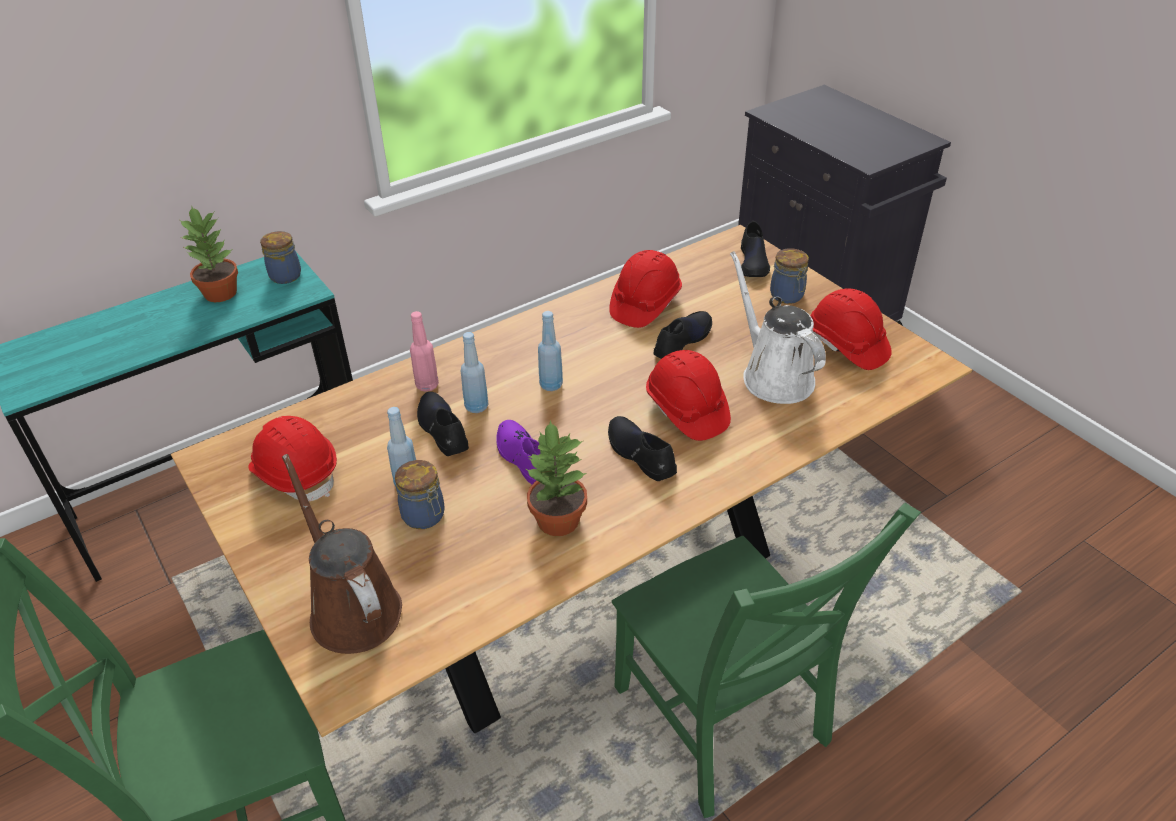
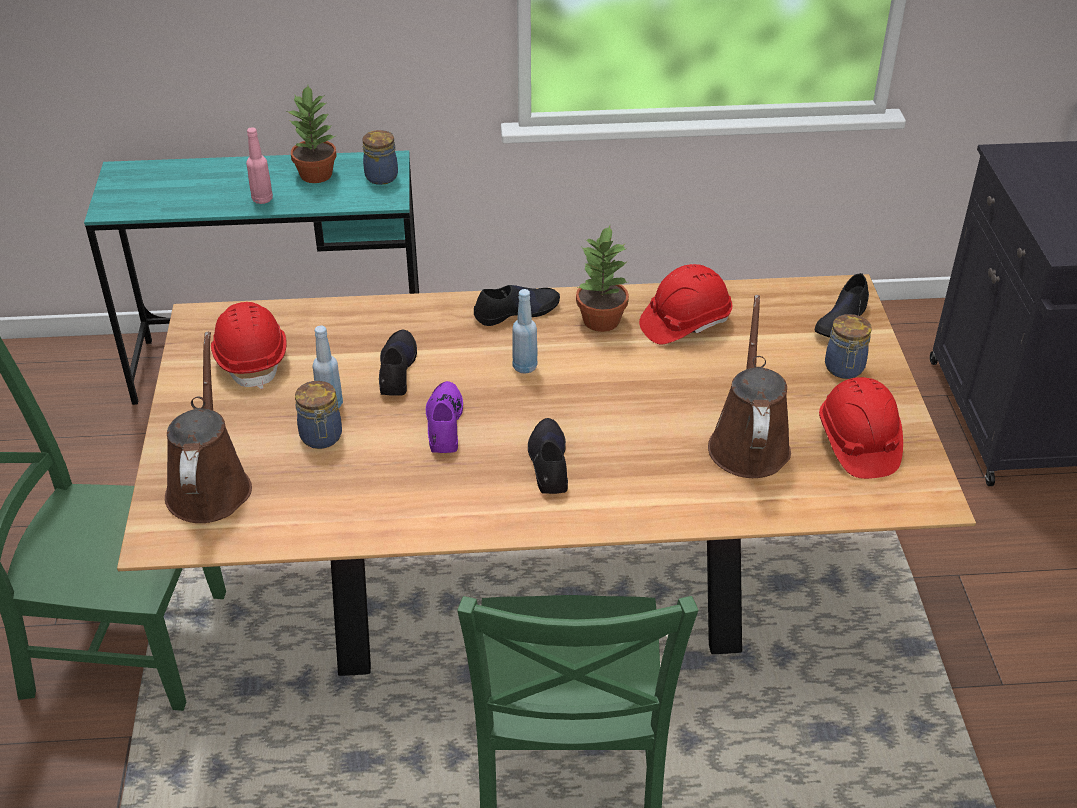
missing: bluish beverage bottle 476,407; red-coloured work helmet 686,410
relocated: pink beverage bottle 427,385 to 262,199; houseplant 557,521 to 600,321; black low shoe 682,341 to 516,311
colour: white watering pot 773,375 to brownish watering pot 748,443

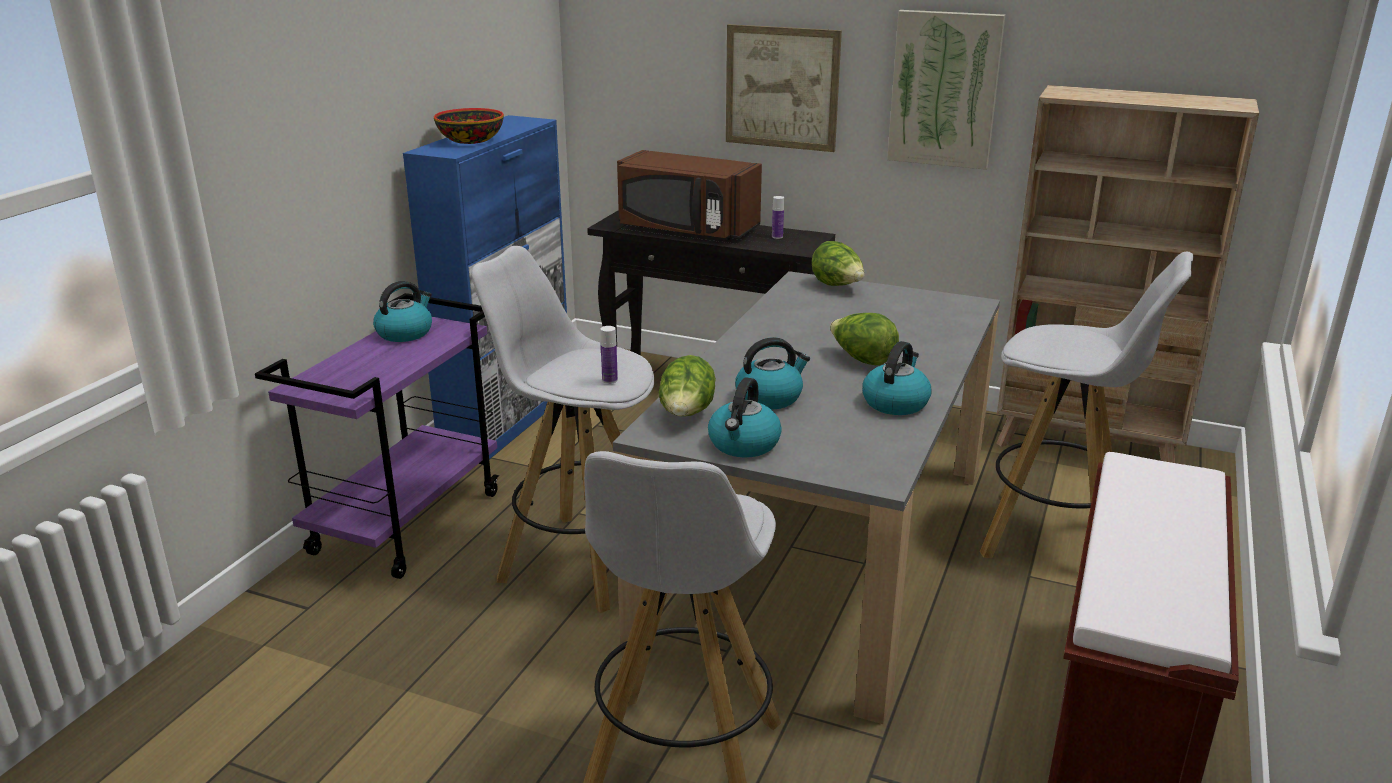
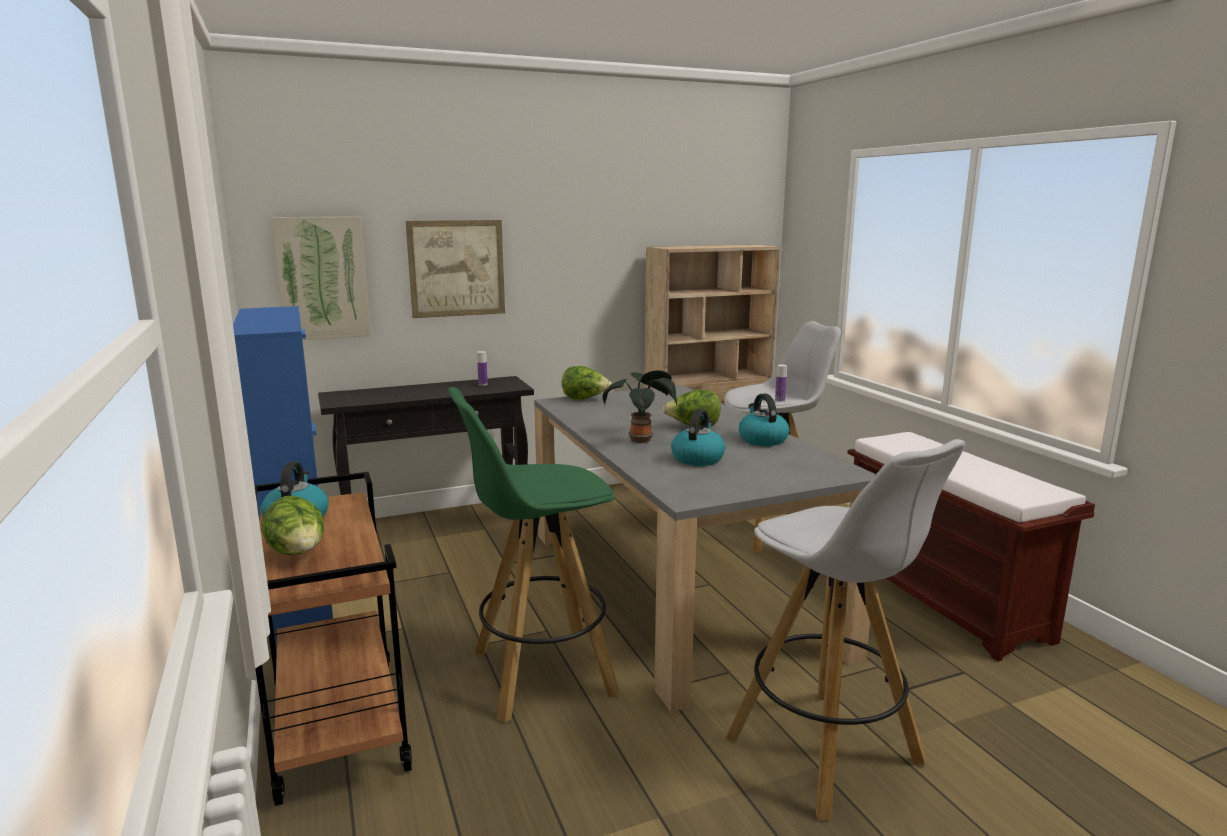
missing: serving bowl 470,140; brownish microwave oven 686,229; kettle 744,444
appeared: houseplant 642,440
relocated: beverage bottle 609,380 to 780,400; head of lettuce 687,415 to 298,554; wall picture 944,89 to 322,278
colour: purple wheeled cart 407,522 to brownish wheeled cart 337,725; white sitting stool 580,561 to greenish sitting stool 540,674

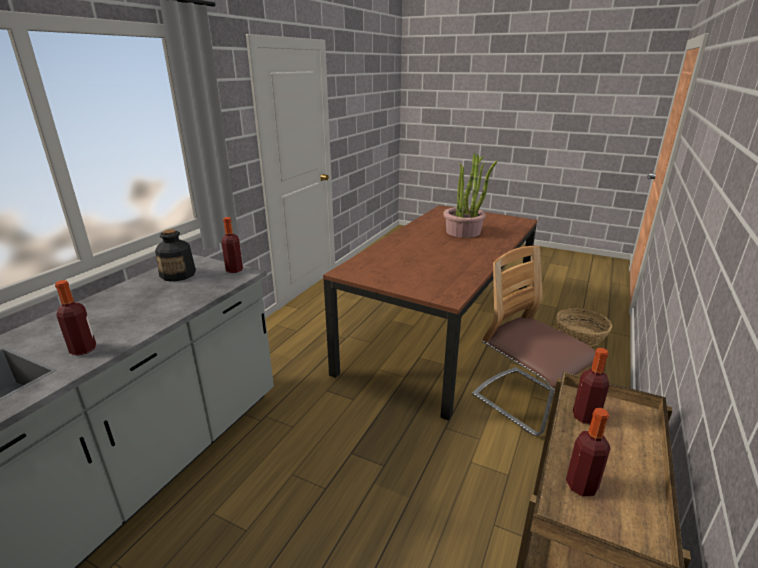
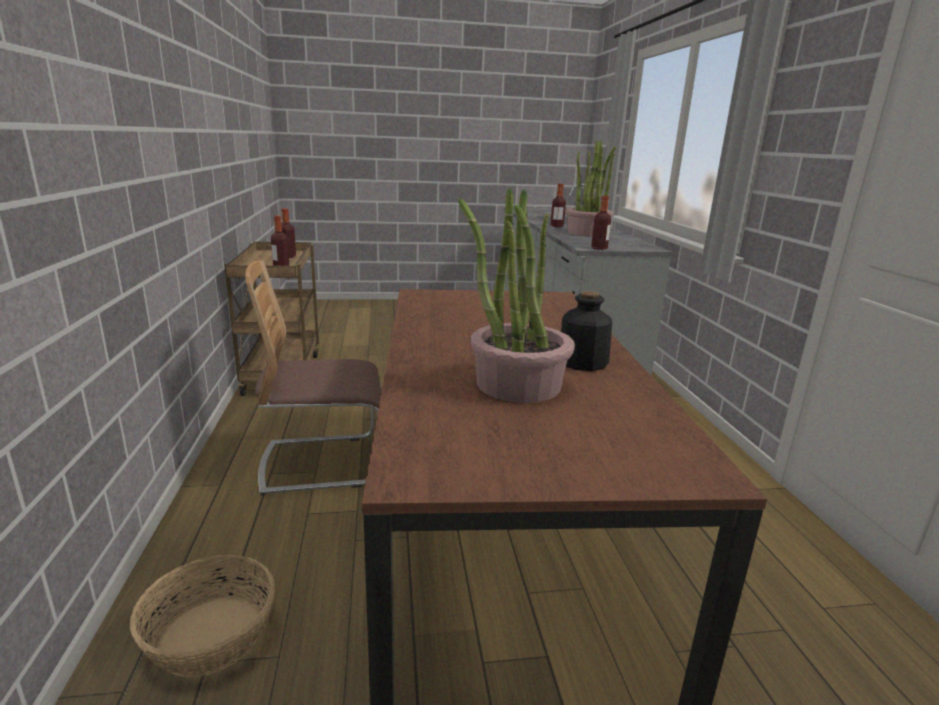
appeared: houseplant 587,233
relocated: beverage bottle 178,274 to 582,362
spun: plain chair 526,401 = 322,463 150 degrees clockwise

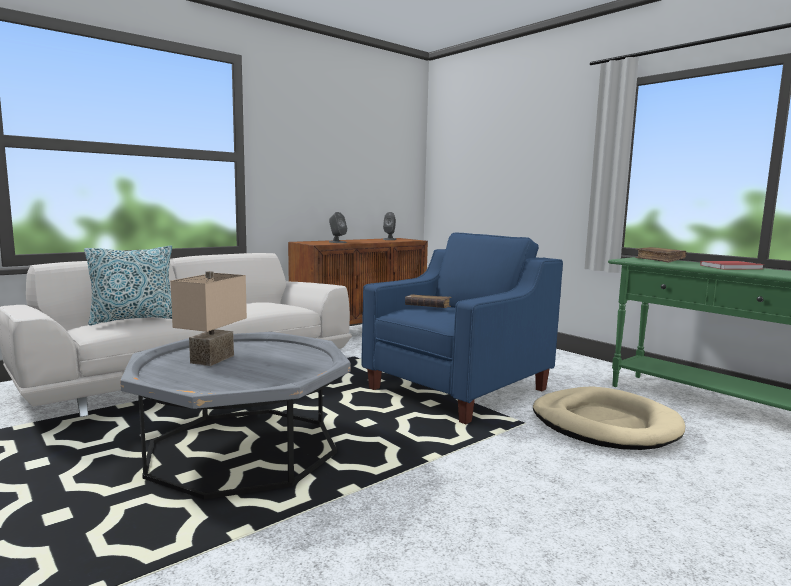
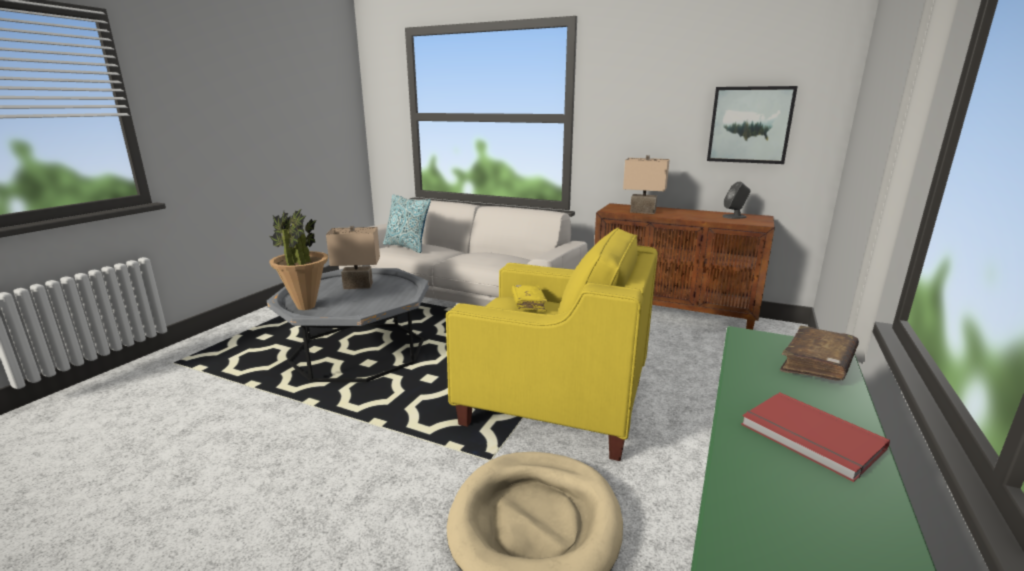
appeared: houseplant 305,307; wall picture 750,125
exchanged: gray speaker 337,242 to beige-coloured lamp for a table 643,211
colour: bluish armchair 458,389 to yellow-coloured armchair 554,403; brownish volume 427,307 to yellow-coloured volume 528,303

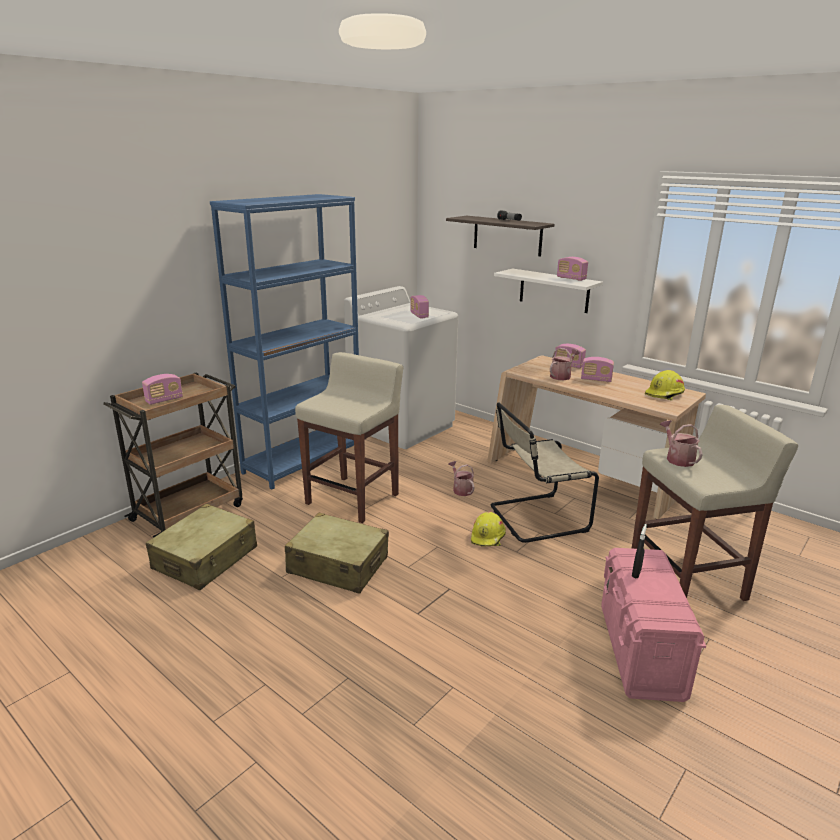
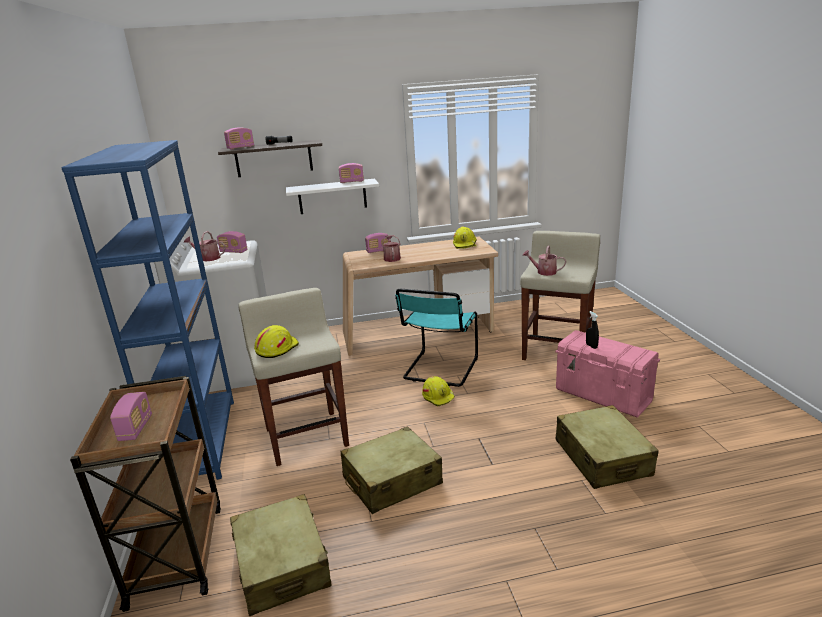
appeared: yellow-coloured work helmet 276,348; beige-coloured piece of luggage 602,458
relocated: watering pot 461,489 to 208,258; radio receiver 596,380 to 240,148
colour: beige-coloured plain chair 535,518 to turquoise-coloured plain chair 440,370

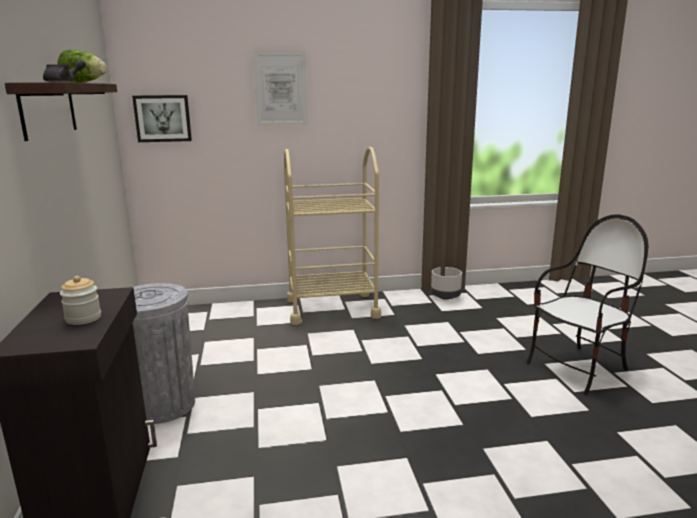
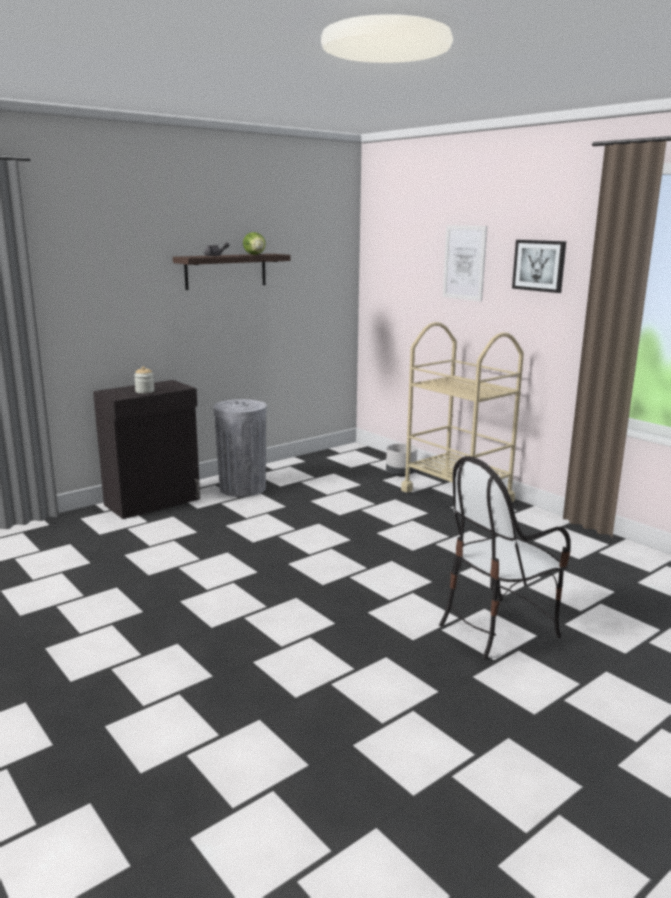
relocated: wall picture 163,118 to 539,265; gray planter 445,297 to 400,474
spun: plain chair 578,369 = 497,628 120 degrees clockwise

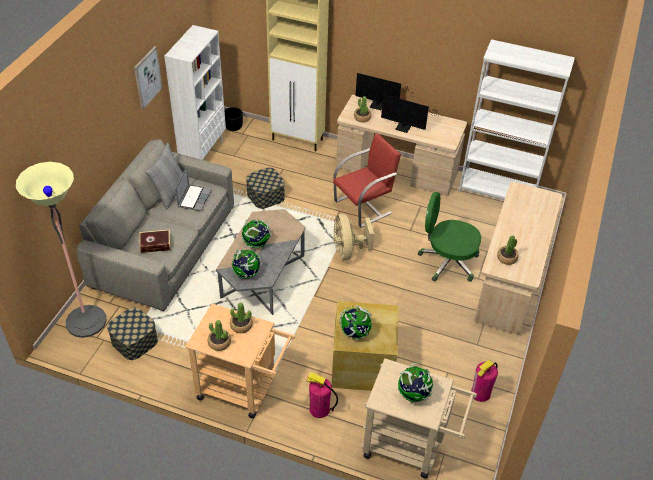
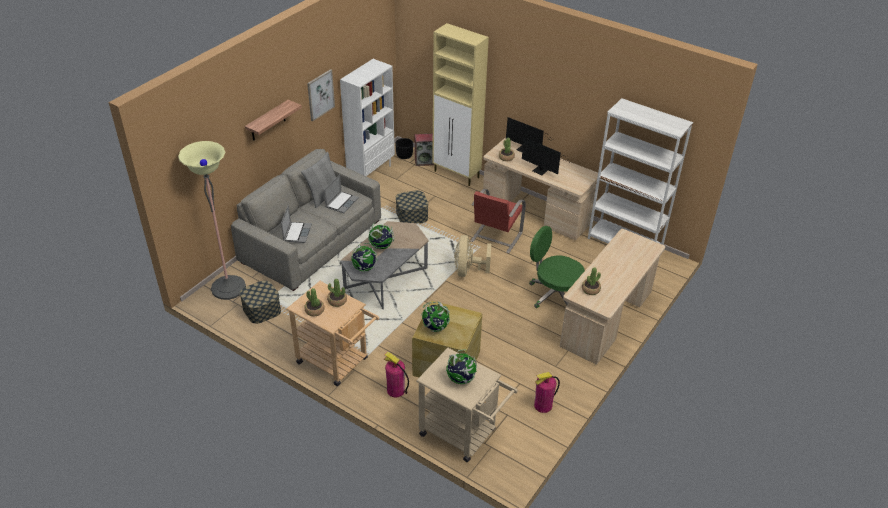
appeared: wall shelf 268,121; speaker 424,161
exchanged: volume 155,244 to laptop 297,233
spun: red-coloured plain chair 364,207 = 495,237 135 degrees clockwise

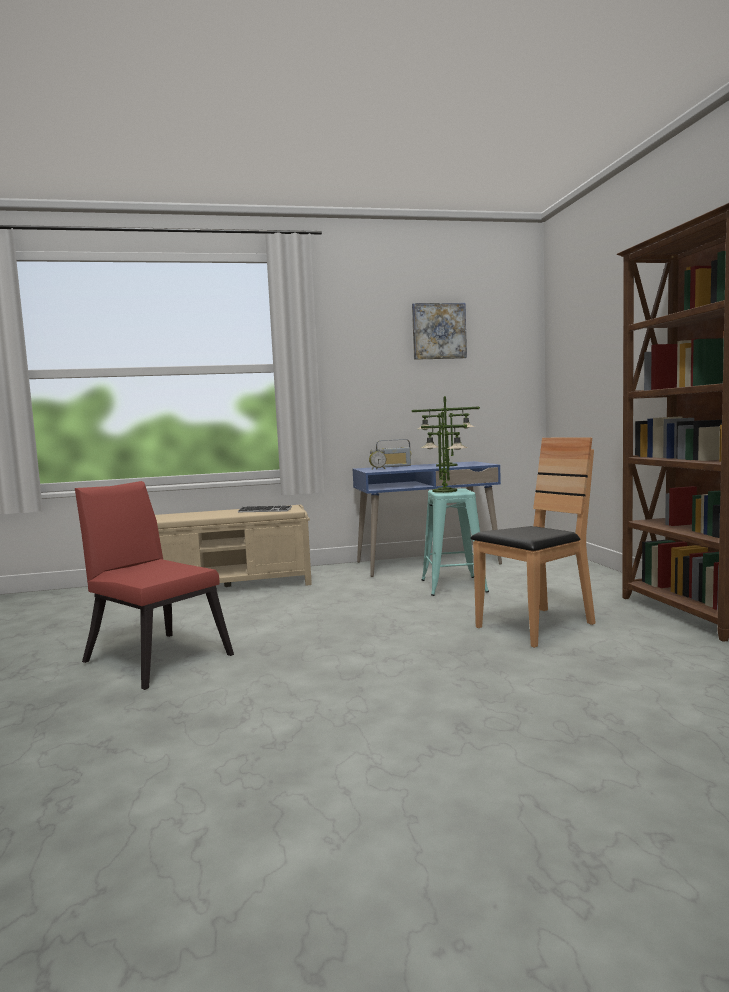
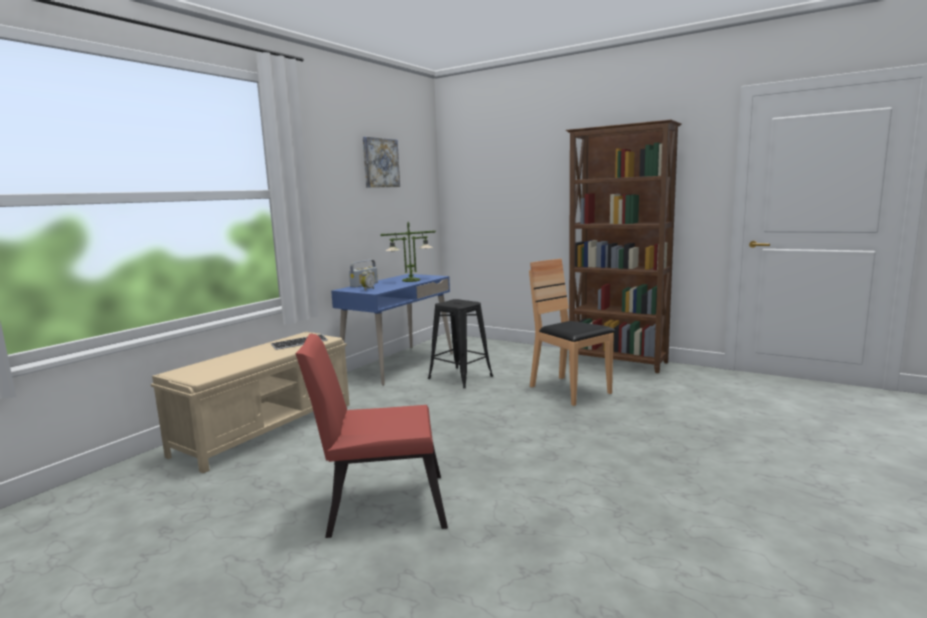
missing: lamp for a table 444,491
colour: turquoise-coloured sitting stool 453,586 to black sitting stool 460,377
spun: brownish plain chair 535,626 = 569,390 45 degrees counterclockwise

